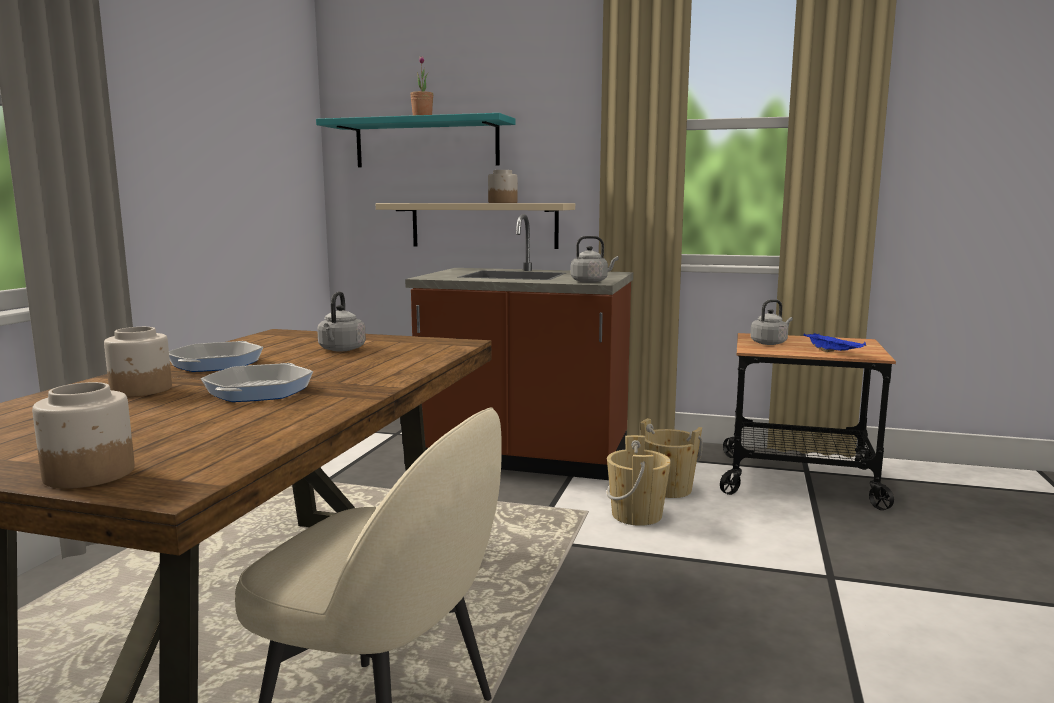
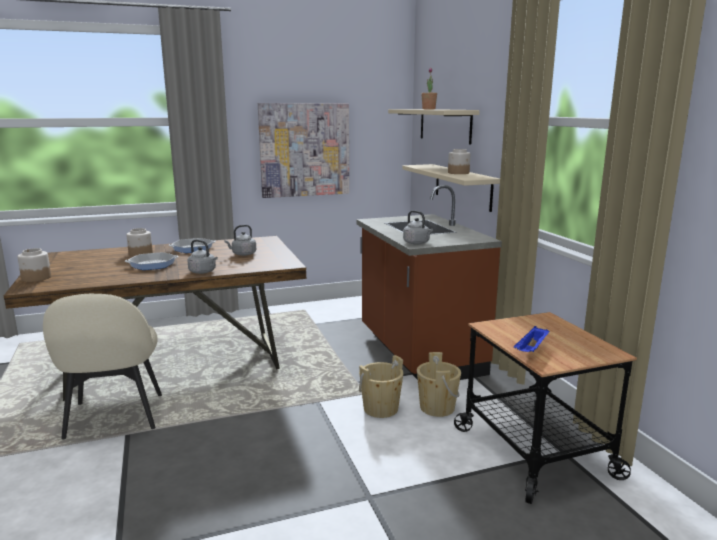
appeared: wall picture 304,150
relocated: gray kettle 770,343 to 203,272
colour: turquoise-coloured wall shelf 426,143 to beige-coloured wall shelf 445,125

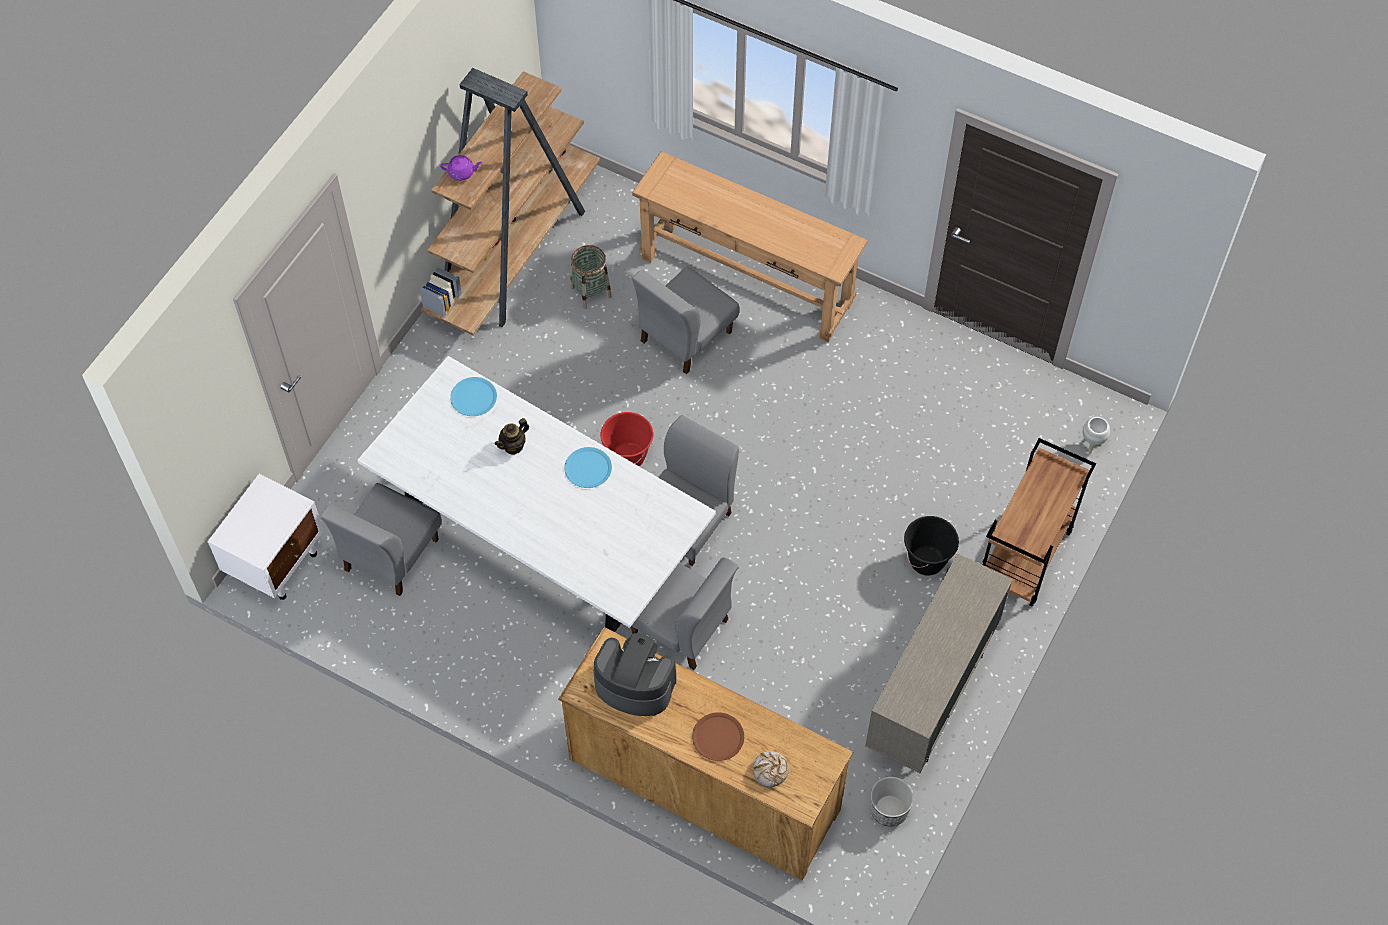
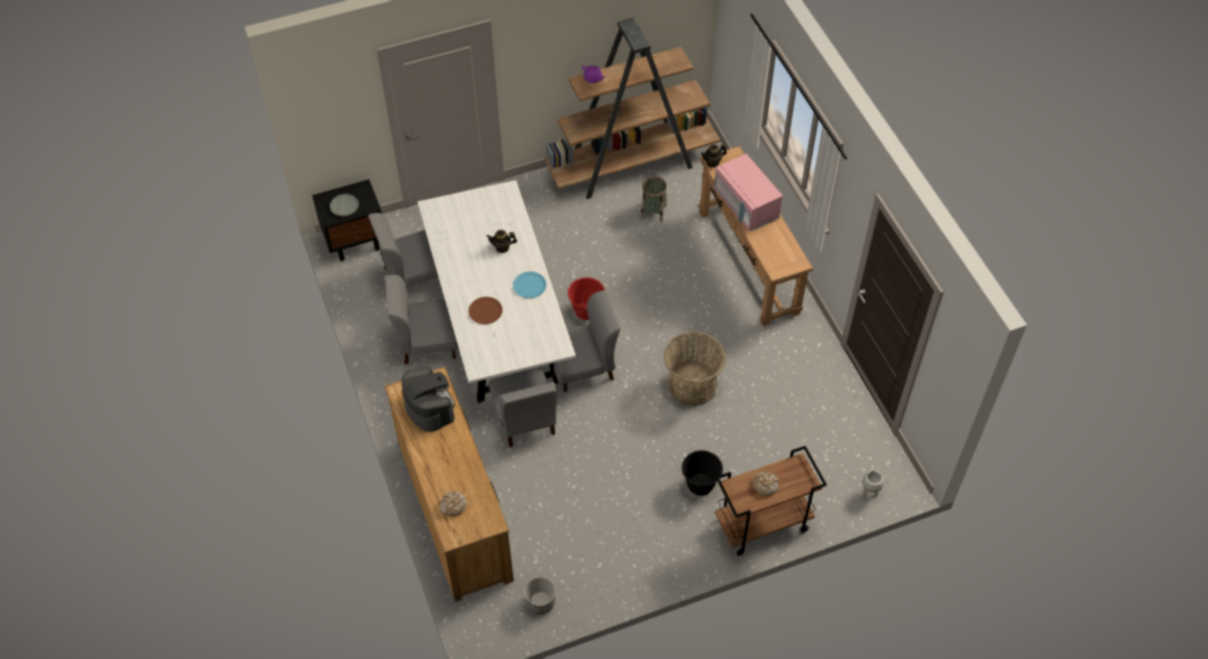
missing: bluish plate 473,397; beige-coloured storage cabinet 930,697
appeared: gray plate 344,206; household basket 692,385; tea pot 712,162; pink microwave oven 746,206; bread 765,485
relocated: gray plain chair 685,336 to 427,342; brownish plate 718,737 to 485,311
colour: white bedside table 277,563 to black bedside table 356,241

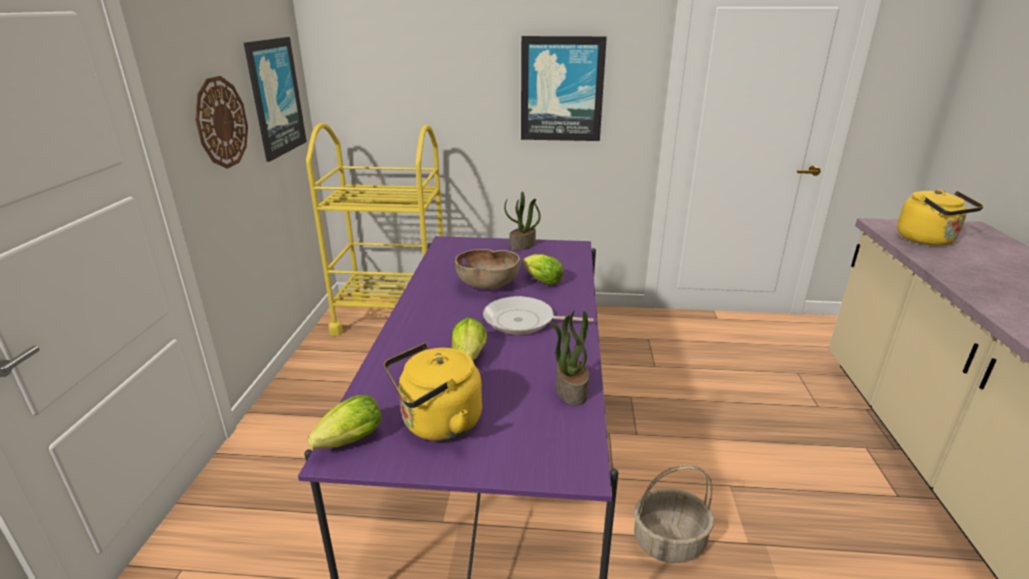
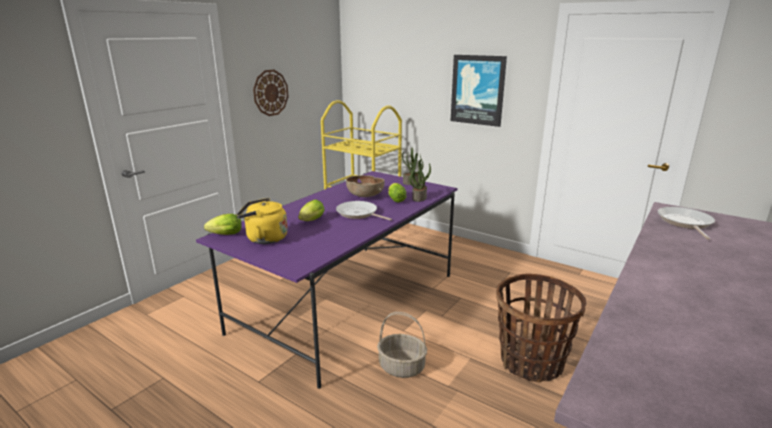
missing: wall picture 275,97
appeared: household basket 531,363
relocated: houseplant 570,390 to 419,198
exchanged: yellow-coloured kettle 928,240 to skillet 685,223

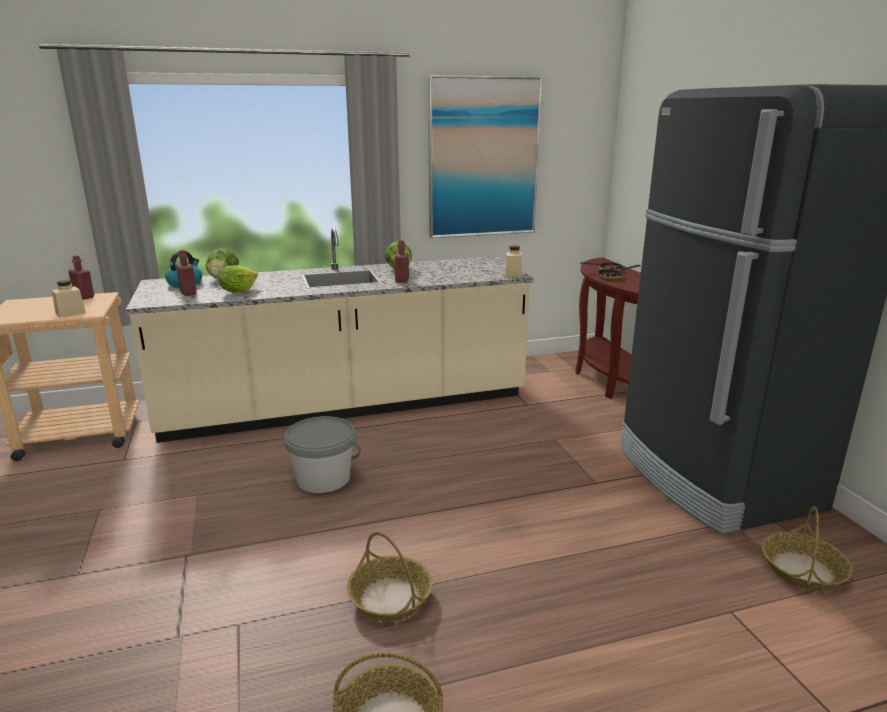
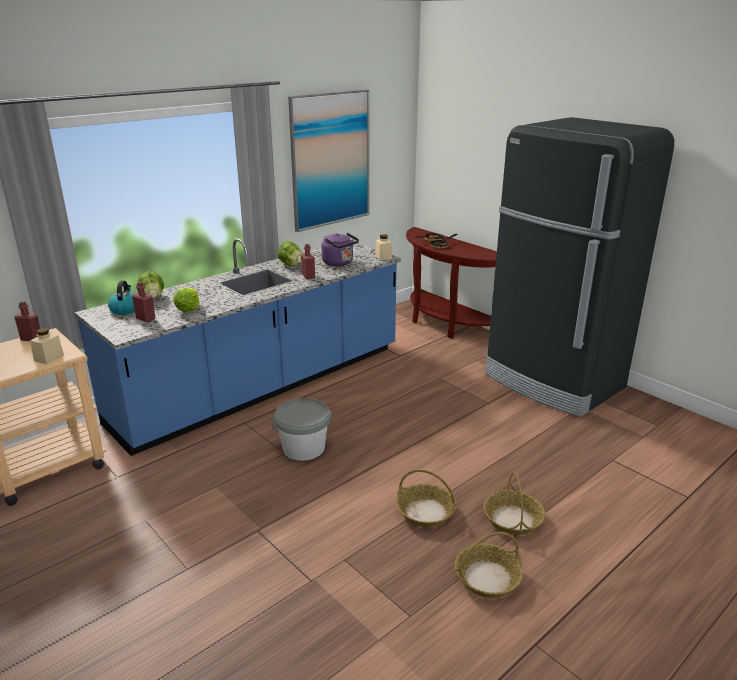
appeared: purple kettle 339,263
relocated: household basket 803,570 to 513,519
colour: beige-coloured kitchen base unit 346,405 to bluish kitchen base unit 262,385

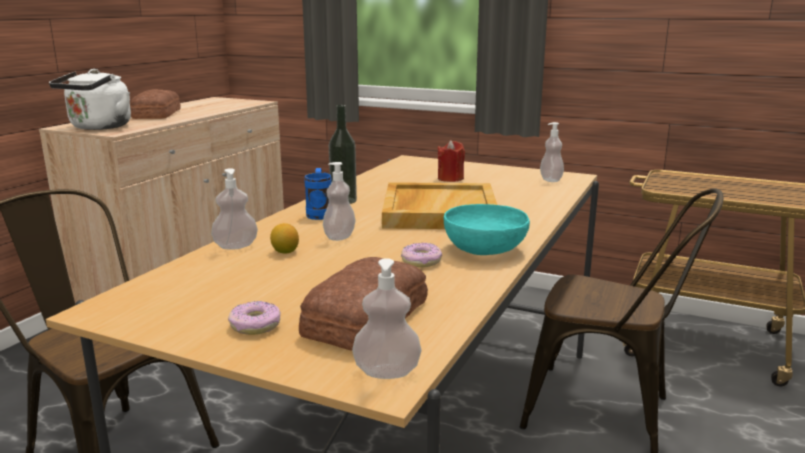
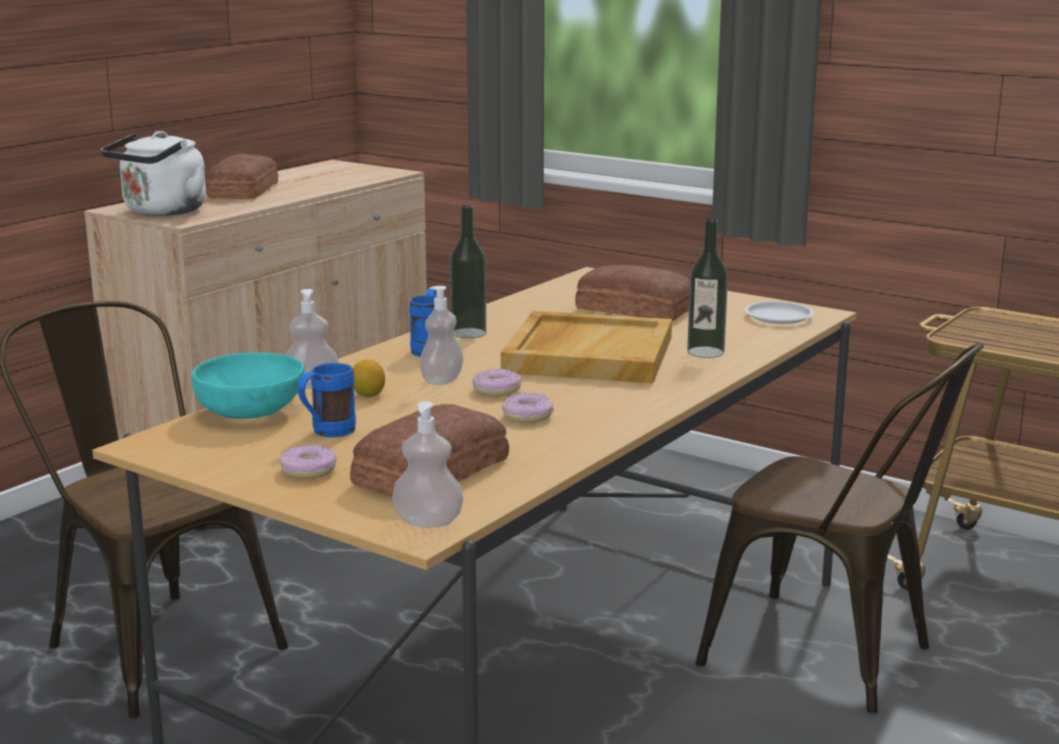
appeared: bluish tea mug 326,433; doughnut 496,390; beverage bottle 705,352
relocated: turquoise-coloured serving bowl 484,249 to 251,412
exchanged: red-coloured candle 450,178 to bread 634,308; liquid soap bottle 551,180 to white plate 779,317

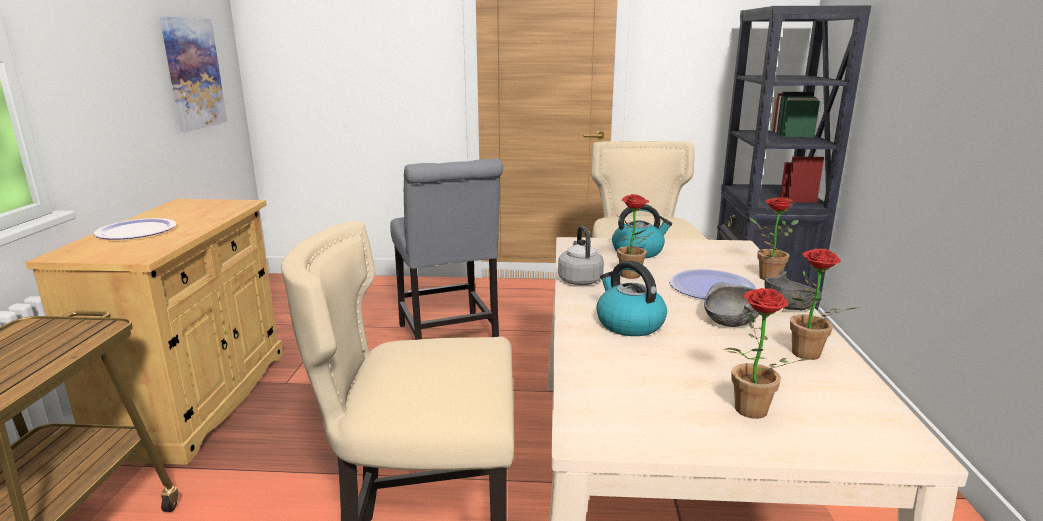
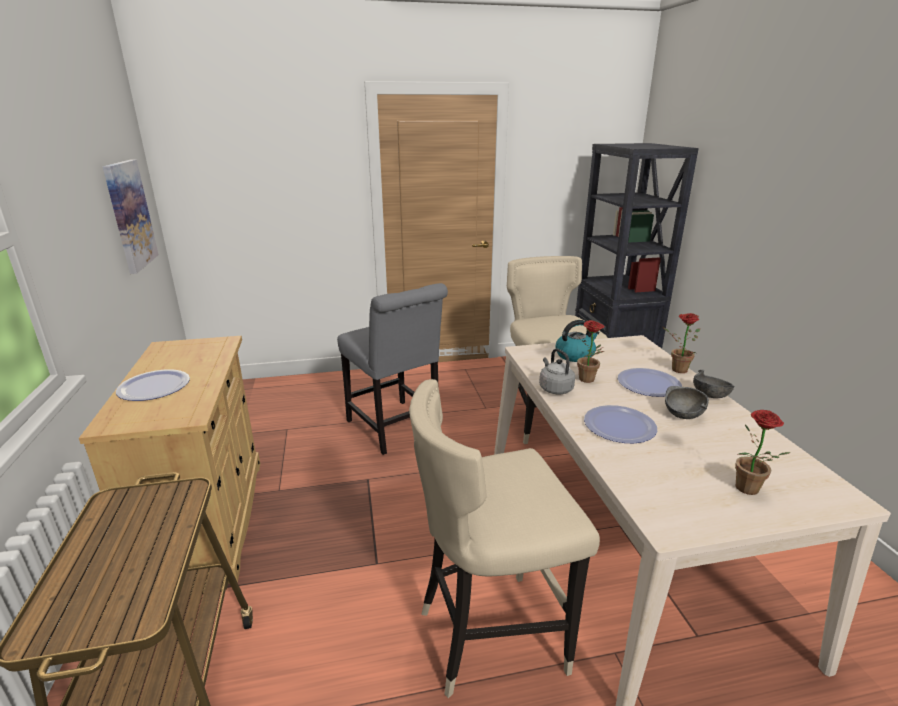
missing: houseplant 805,356
exchanged: kettle 628,324 to plate 619,426

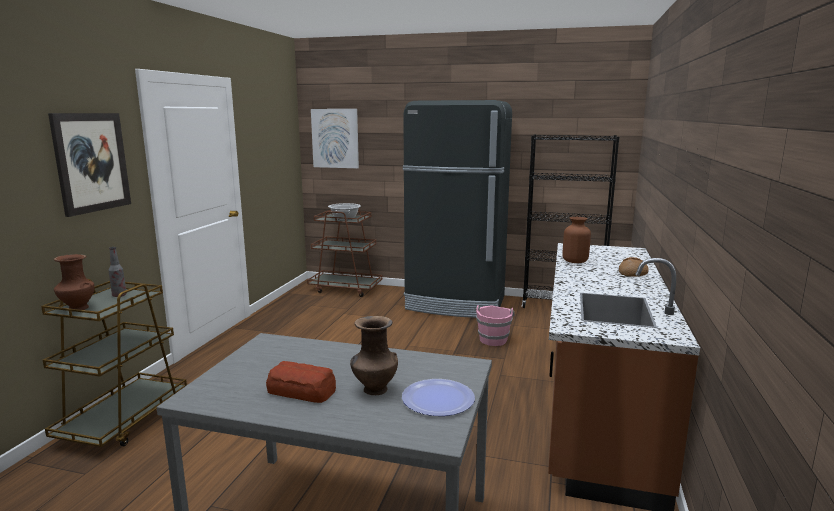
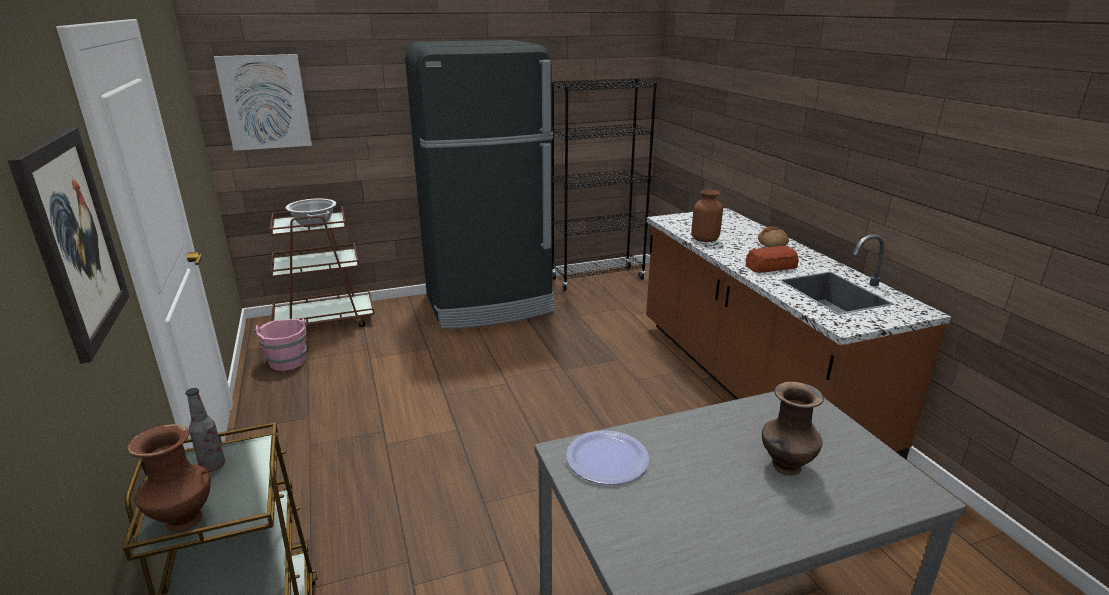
relocated: bread 302,391 to 771,267; plate 438,399 to 607,459; pink water bucket 493,340 to 287,361

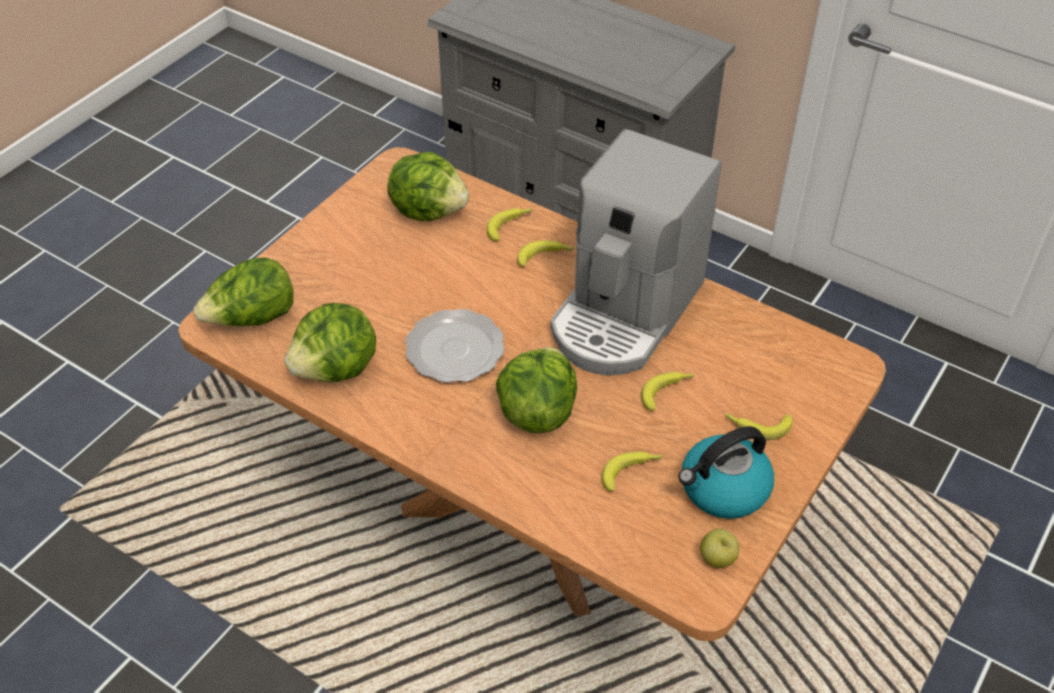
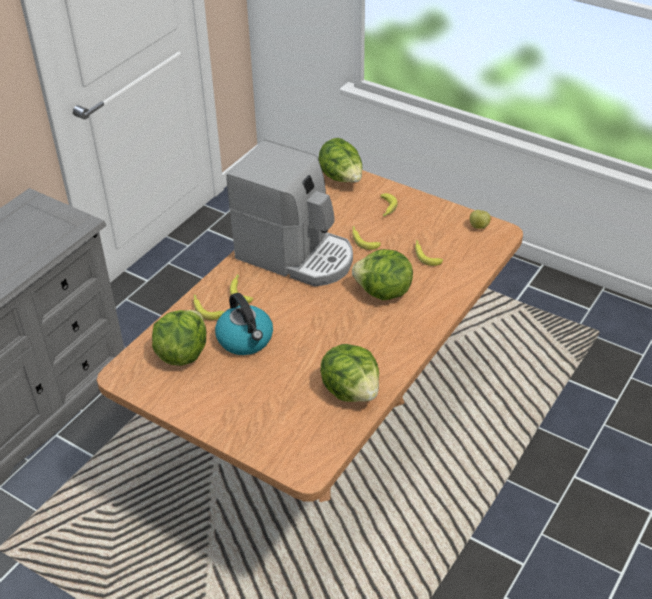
missing: plate 455,350
relocated: head of lettuce 252,319 to 342,178; kettle 723,489 to 246,340

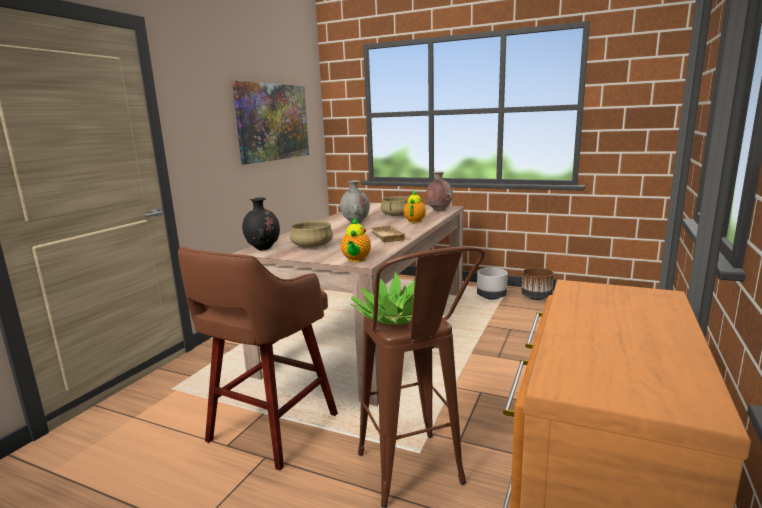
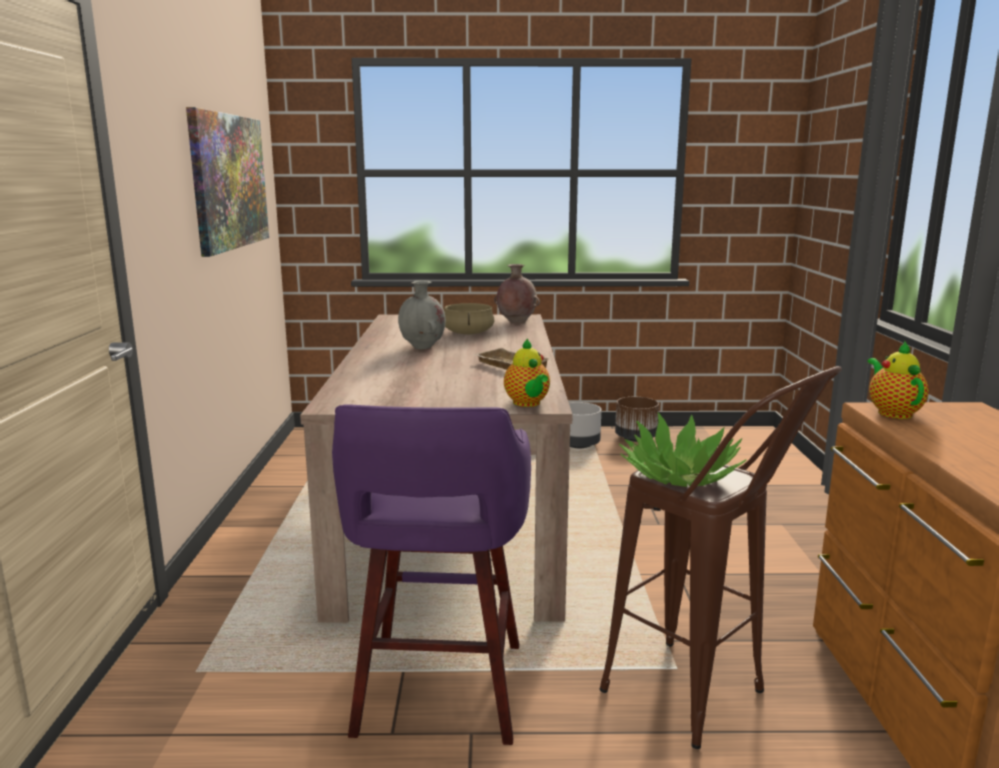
missing: black flower vase 263,249; beige-coloured stockpot 311,246
relocated: tea pot 415,221 to 892,412
colour: brownish sitting stool 270,429 to purple sitting stool 439,692

